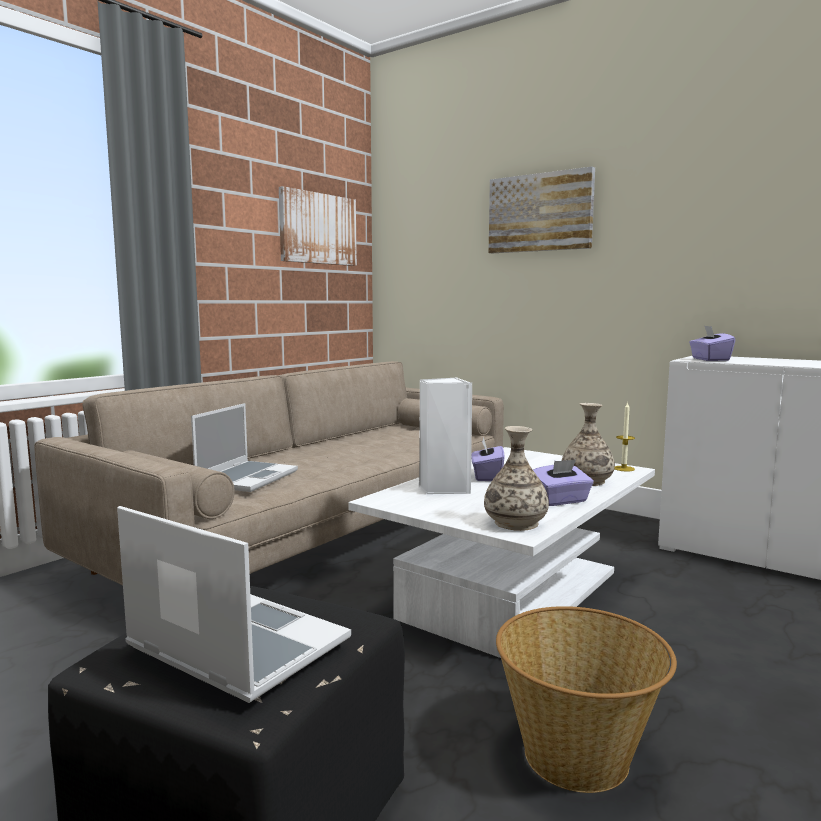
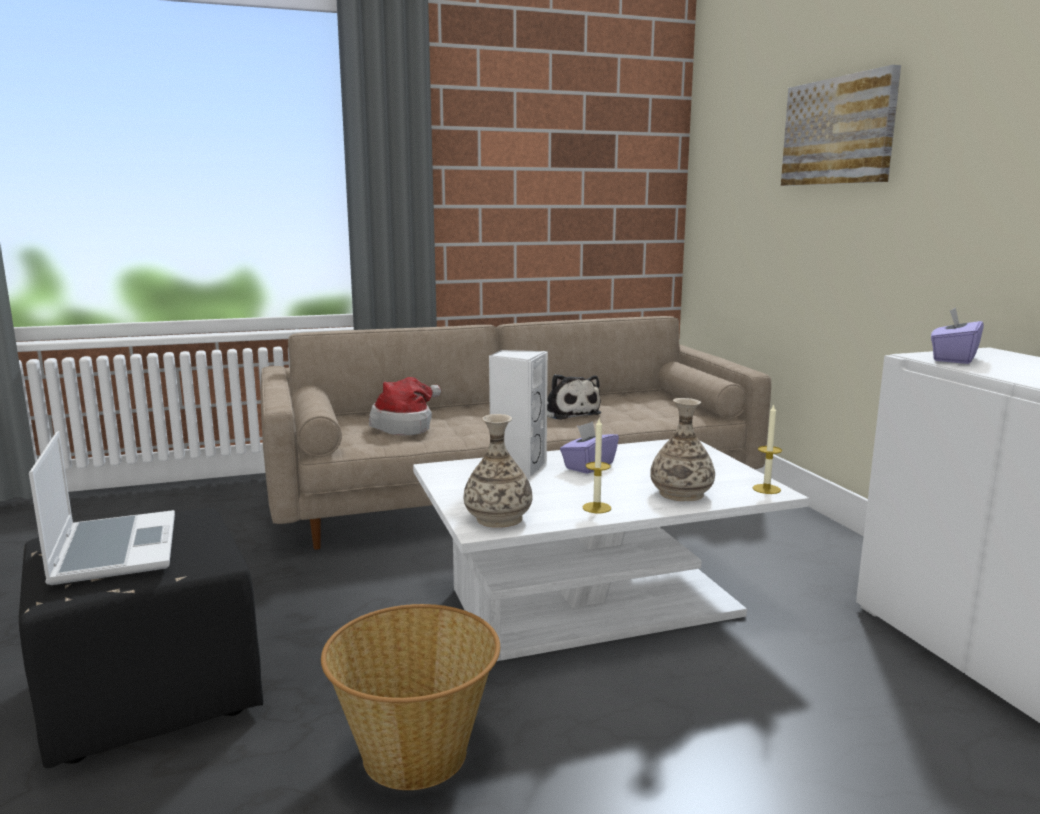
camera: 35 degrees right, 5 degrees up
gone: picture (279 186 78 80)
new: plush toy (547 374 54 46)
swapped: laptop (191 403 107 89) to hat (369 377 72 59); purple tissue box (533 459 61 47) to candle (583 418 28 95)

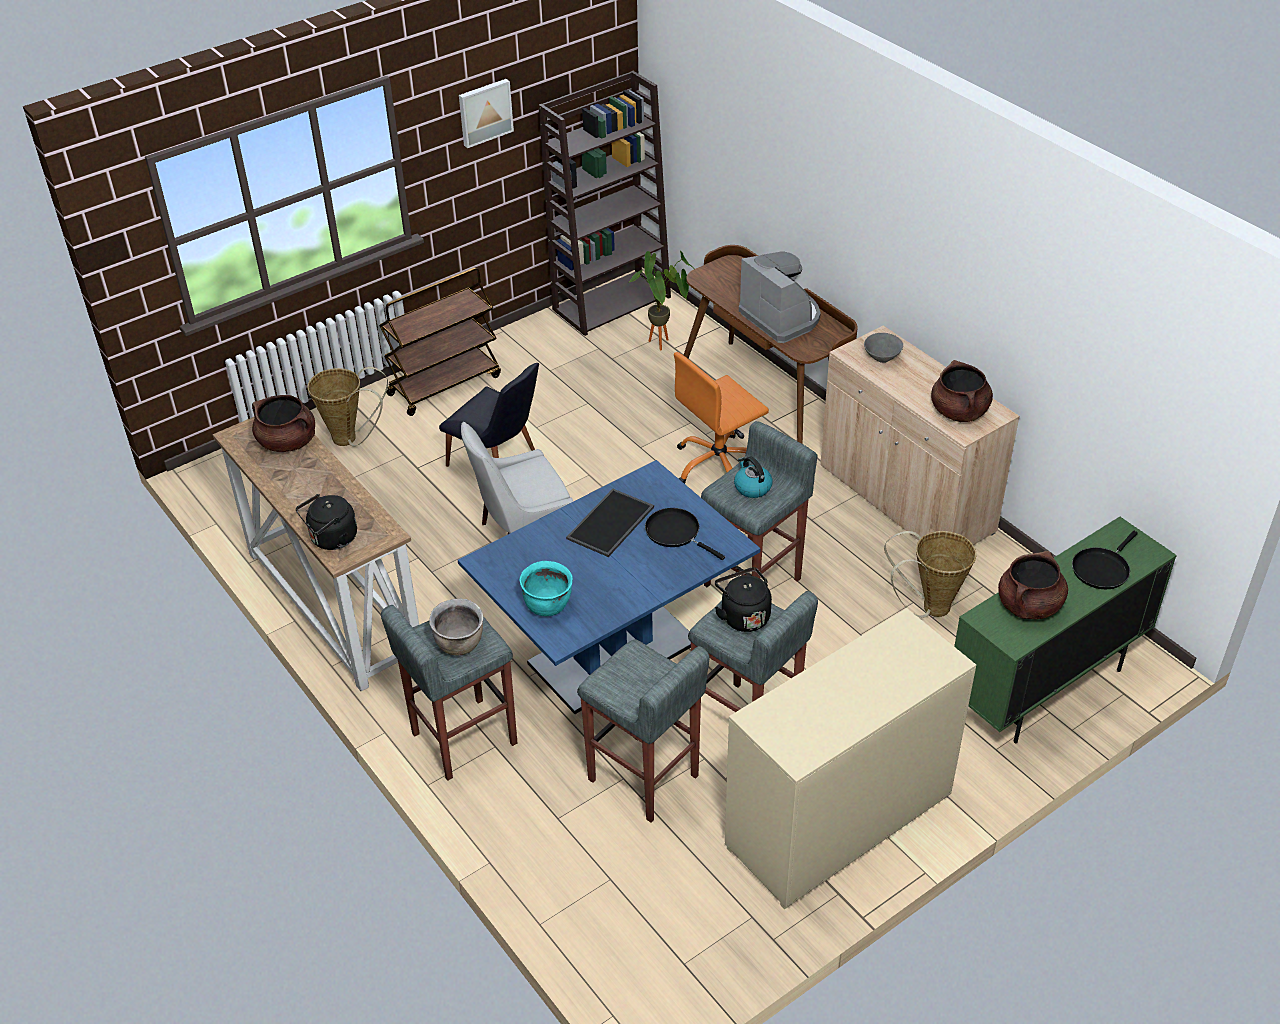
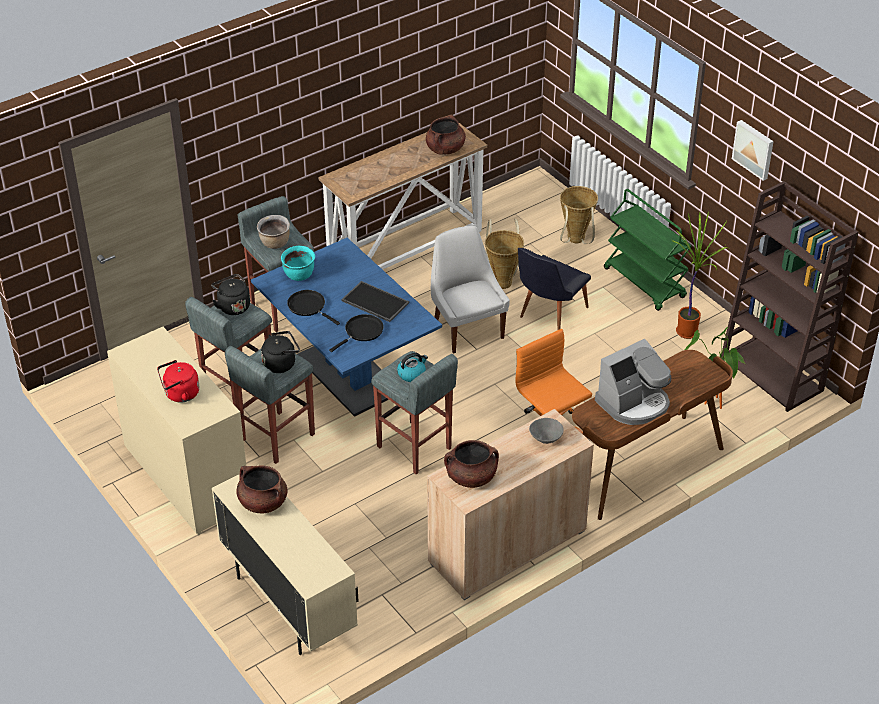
camera: 90 degrees right, 0 degrees up
new: red kettle (157 360 42 42); potted plant (671 211 57 128)
shifted: black kettle (296 494 61 56) to (211 274 39 41); black frying pan (1072 531 66 58) to (287 290 53 35); basket (884 531 92 87) to (485 219 39 70)
repainted: green cabinet (954 517 223 226) to beige cabinet (212 465 146 190); brown cart (379 268 122 148) to green cart (604 189 88 122)

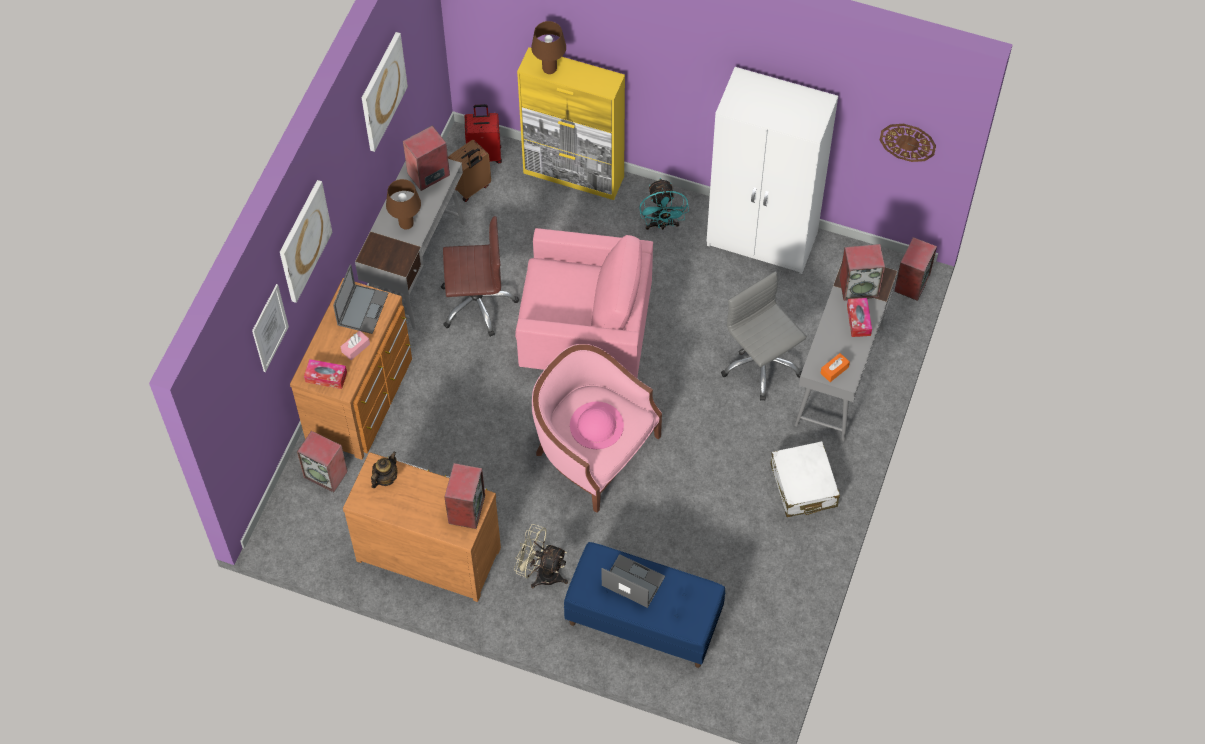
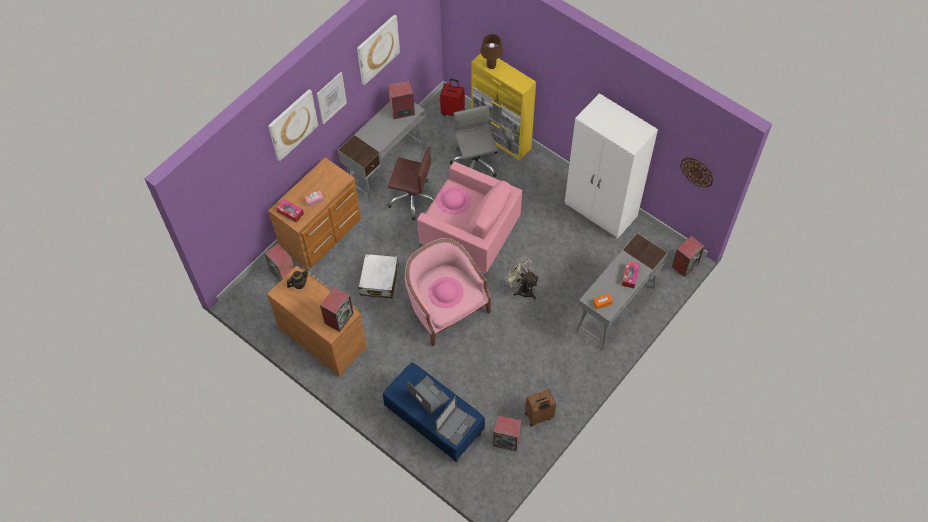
camera: 20 degrees right, 0 degrees up
gone: brown table lamp (386 179 35 50); turquoise fan (639 178 50 52)
new: pink hat (437 186 34 28)
shifted: picture (252 284 37 88) to (317 72 30 53); white suitcase (771 441 69 76) to (359 254 40 44); laptop (333 264 56 70) to (435 396 41 50); grey office chair (721 271 86 130) to (450 105 48 72); speaker (839 244 46 57) to (493 415 28 36); beige fan (514 524 54 65) to (505 256 35 43); brown suitcase (448 139 43 63) to (525 389 31 38)

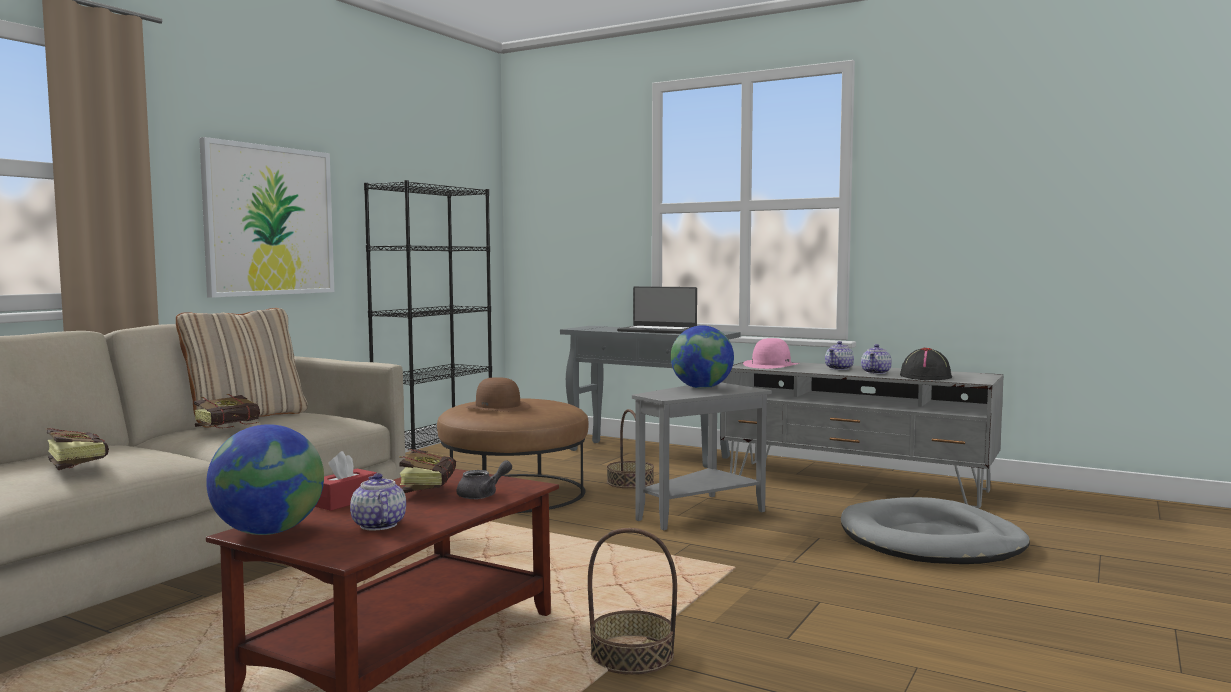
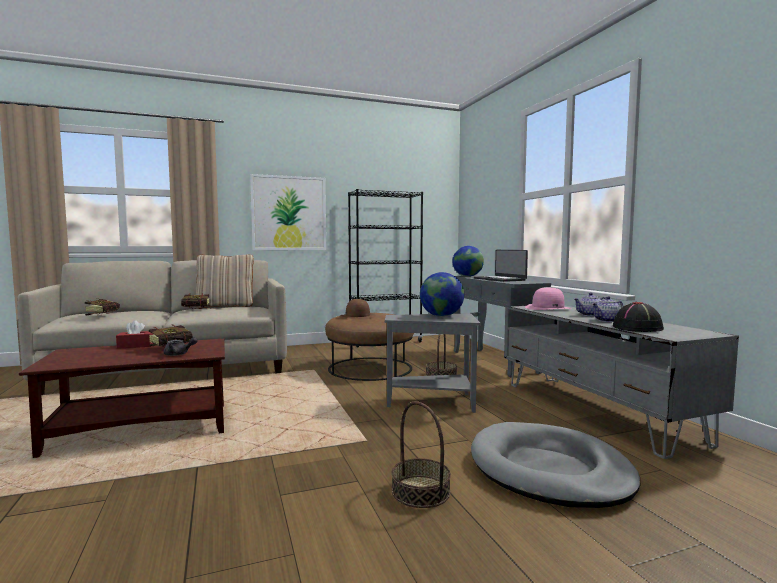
camera: 40 degrees right, 0 degrees up
gone: teapot (350 473 56 58)
shifted: basket (588 528 89 147) to (392 401 59 107); globe (206 424 118 111) to (452 246 32 31)

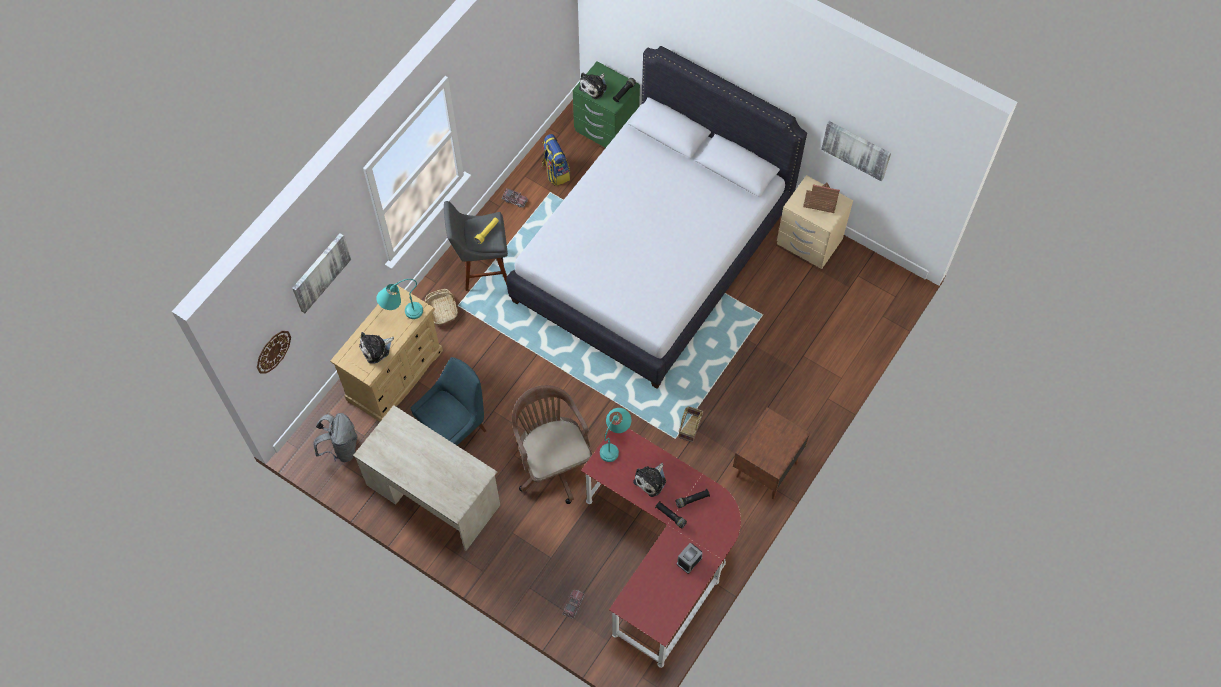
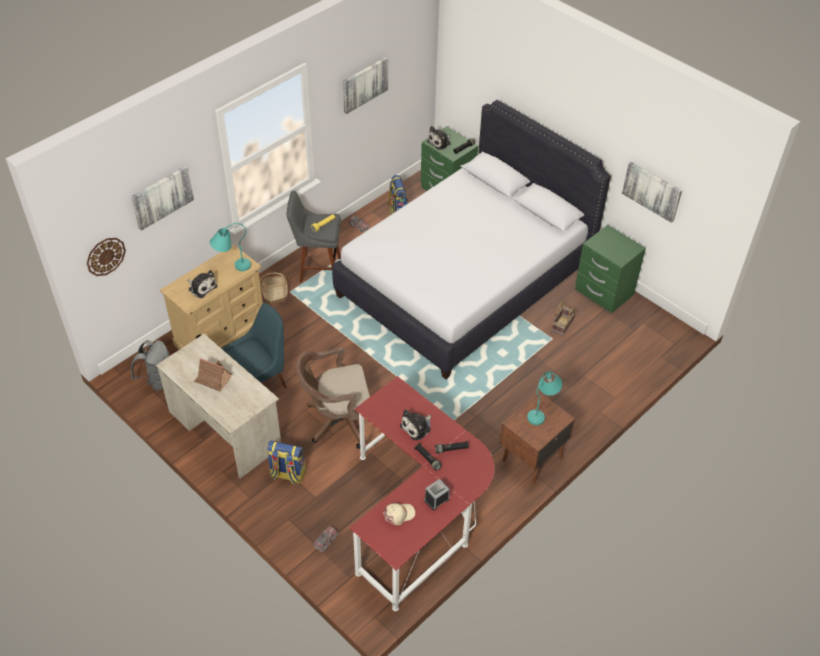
camera: 10 degrees right, 15 degrees down
new: backpack (267 440 39 44); picture (343 57 45 57); beige cap (383 503 32 22)
shifted: toy house (803 183 37 30) to (194 358 39 34); turquoise table lamp (600 408 31 54) to (527 372 35 53); basket (679 406 24 36) to (552 302 24 33)
repainted: beige nightstand (777 175 76 94) to green nightstand (575 225 71 88)
rotated: plush toy (359 332 35 31) = (187 270 30 28) 120 degrees counterclockwise; brown office chair (512 385 81 119) = (296 347 74 102) 90 degrees counterclockwise

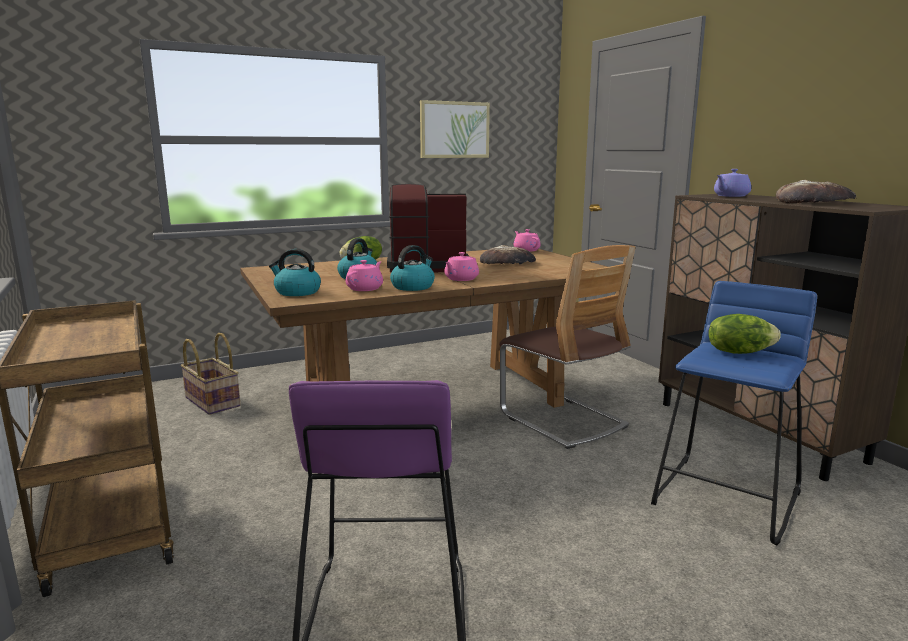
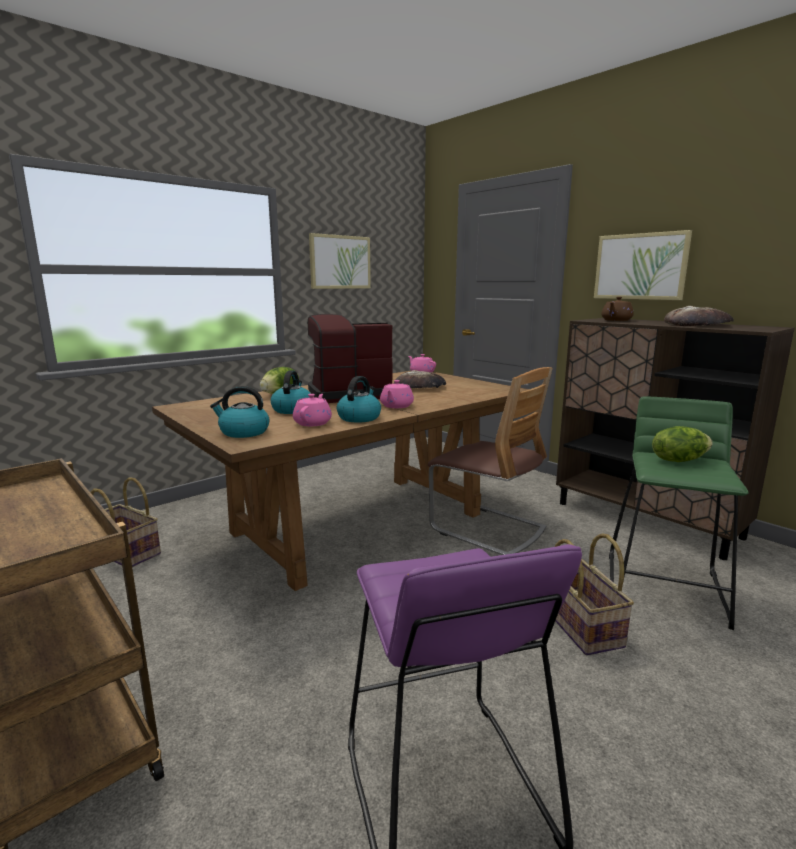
camera: 15 degrees left, 0 degrees up
new: basket (555 533 79 122); picture (594 230 98 70)
repainted: purple teapot (714 169 37 28) to brown teapot (601 297 33 24); blue stool (651 281 166 264) to green stool (609 396 140 234)

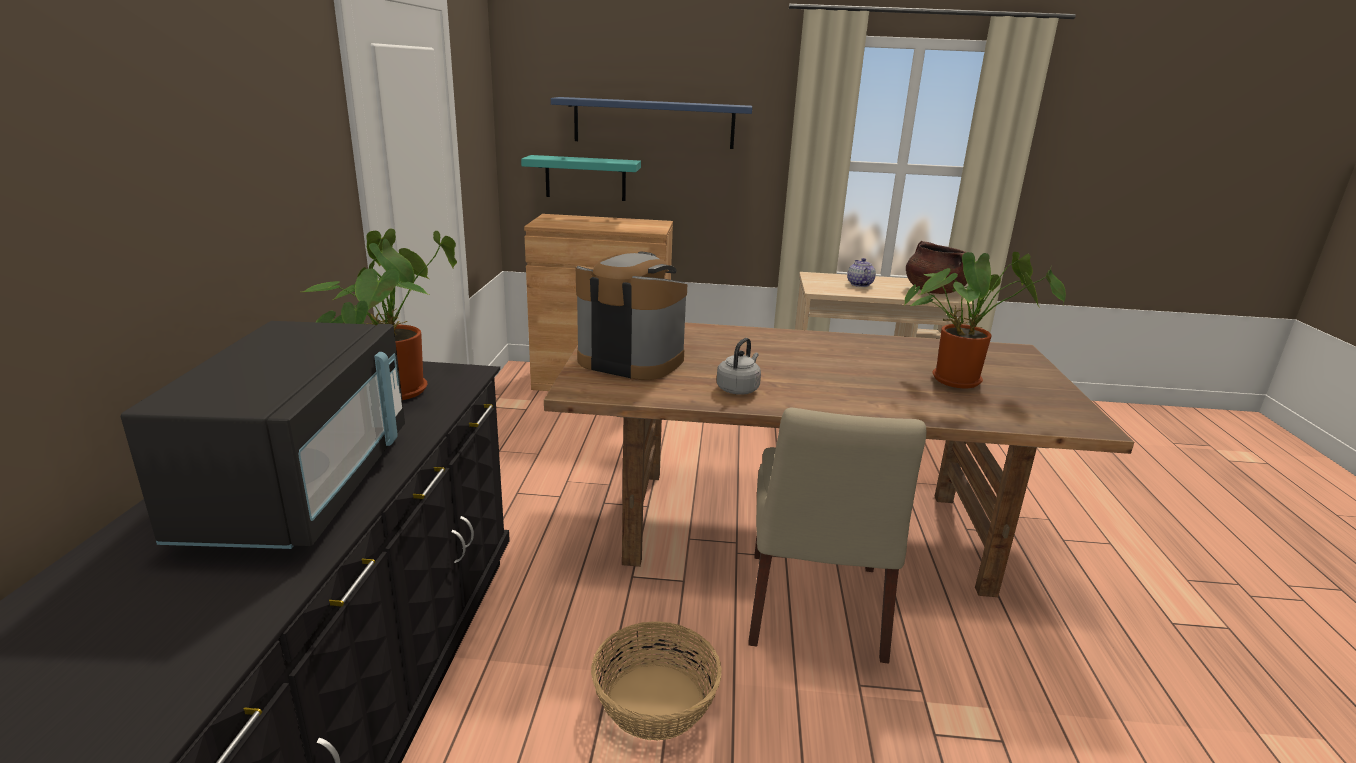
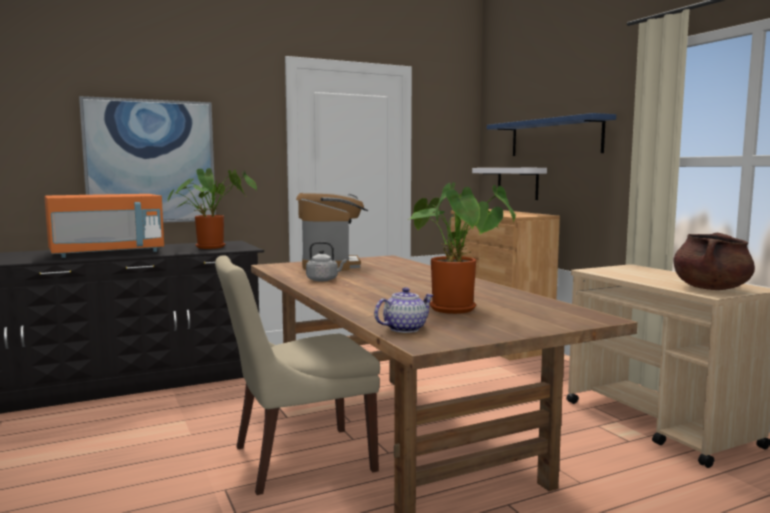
camera: 60 degrees right, 15 degrees down
gone: basket (591 621 131 120)
new: picture (79 96 137 127)
shifted: teapot (847 258 29 29) to (374 287 60 46)
repainted: black microwave (121 321 284 228) to orange microwave (44 194 120 64); turquoise shelf (521 155 120 46) to white shelf (472 168 75 32)

